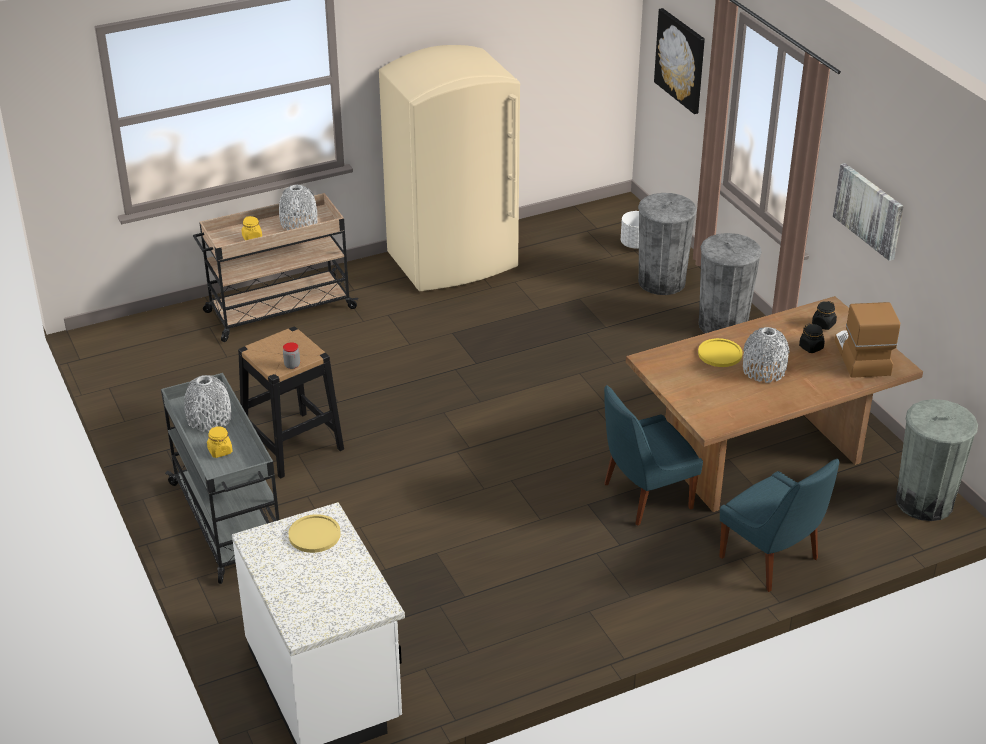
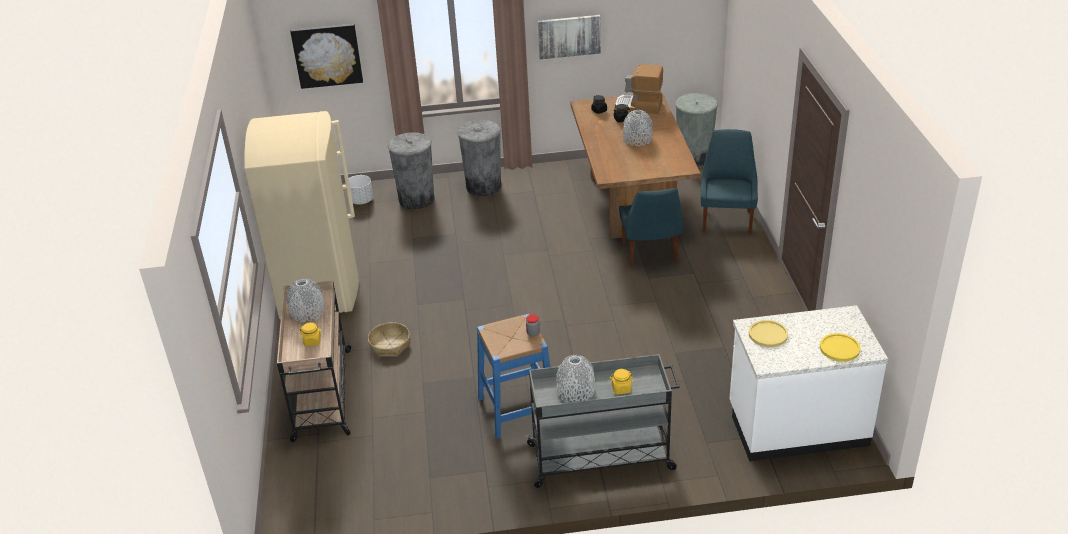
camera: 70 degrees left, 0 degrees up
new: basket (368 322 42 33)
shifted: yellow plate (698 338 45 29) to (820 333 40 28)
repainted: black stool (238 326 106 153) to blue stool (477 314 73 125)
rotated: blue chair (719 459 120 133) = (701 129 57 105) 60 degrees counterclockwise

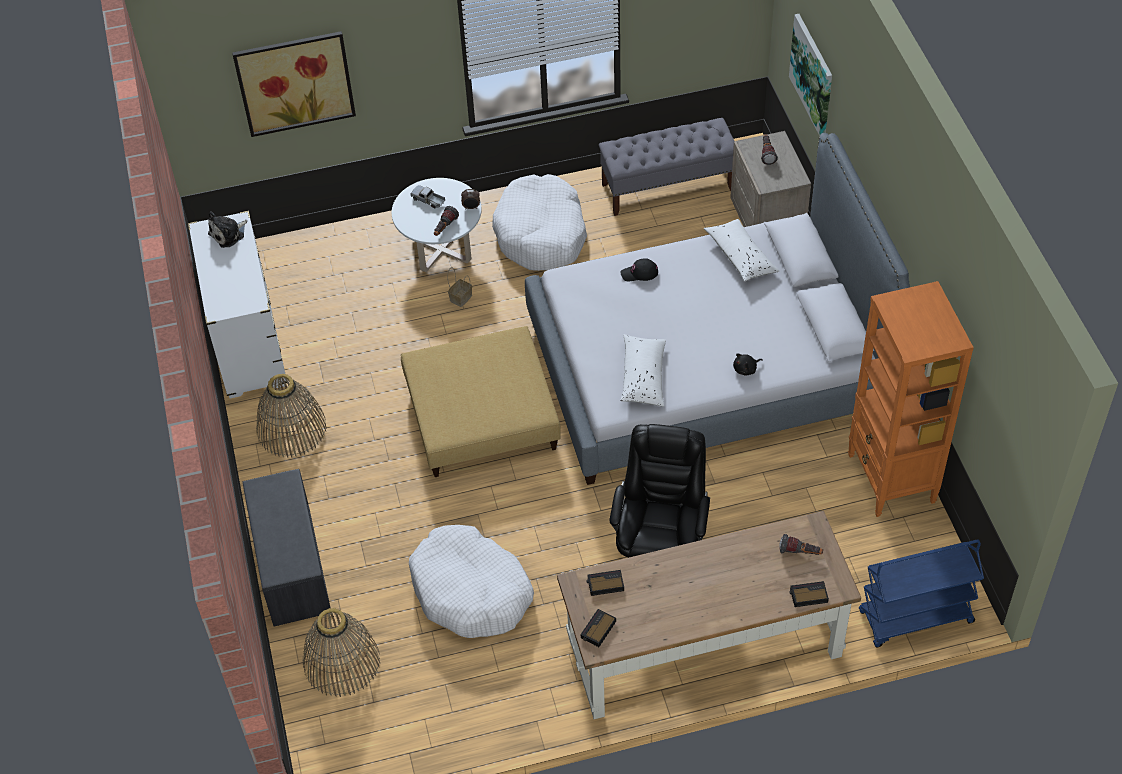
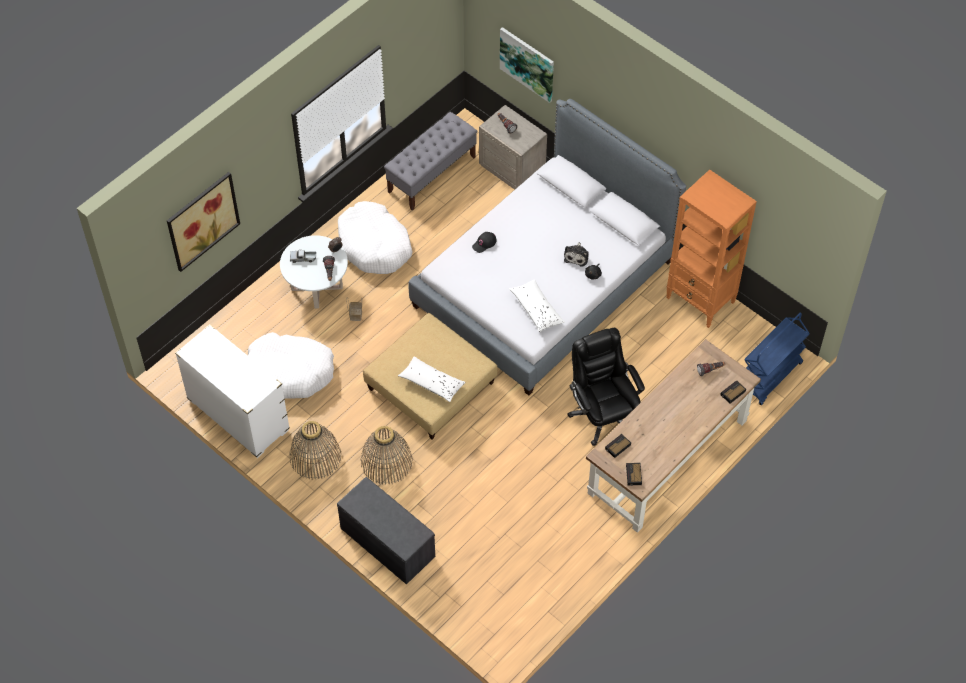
camera: 35 degrees left, 5 degrees up
shifted: white dog bed (409 525 125 113) to (248 332 86 67); basket (303 608 77 89) to (361 426 52 59); white pillow (704 219 75 62) to (398 357 68 45); plush toy (208 211 39 37) to (564 242 25 25)

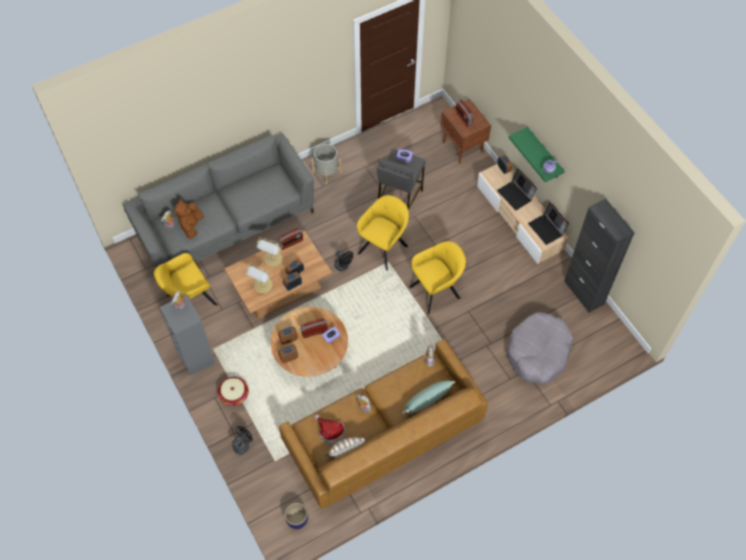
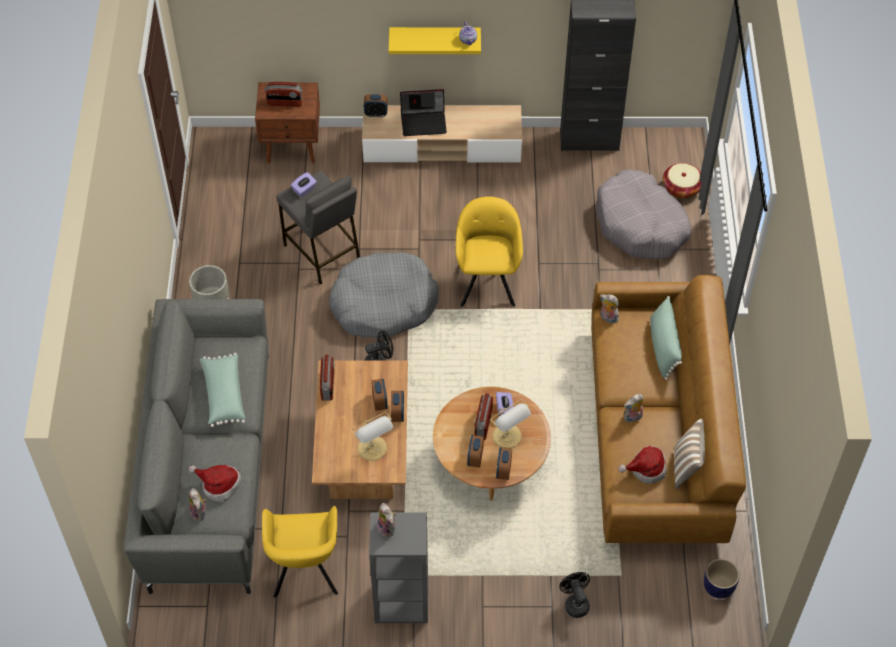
camera: 60 degrees left, 5 degrees down
gone: laptop (528 202 41 43)
new: green pillow (200 353 45 74)
shifted: table lamp (257 237 26 29) to (490 399 41 49); basket (218 377 31 29) to (663 163 38 35)
swapped: brown plush toy (174 199 30 39) to hat (189 465 52 37); yellow armchair (357 195 52 76) to grey dog bed (329 252 110 86)
repainted: green shelf (509 127 56 55) to yellow shelf (389 27 92 27)

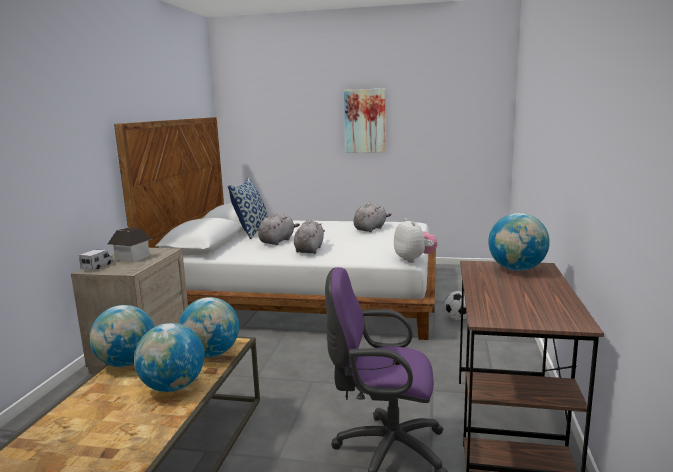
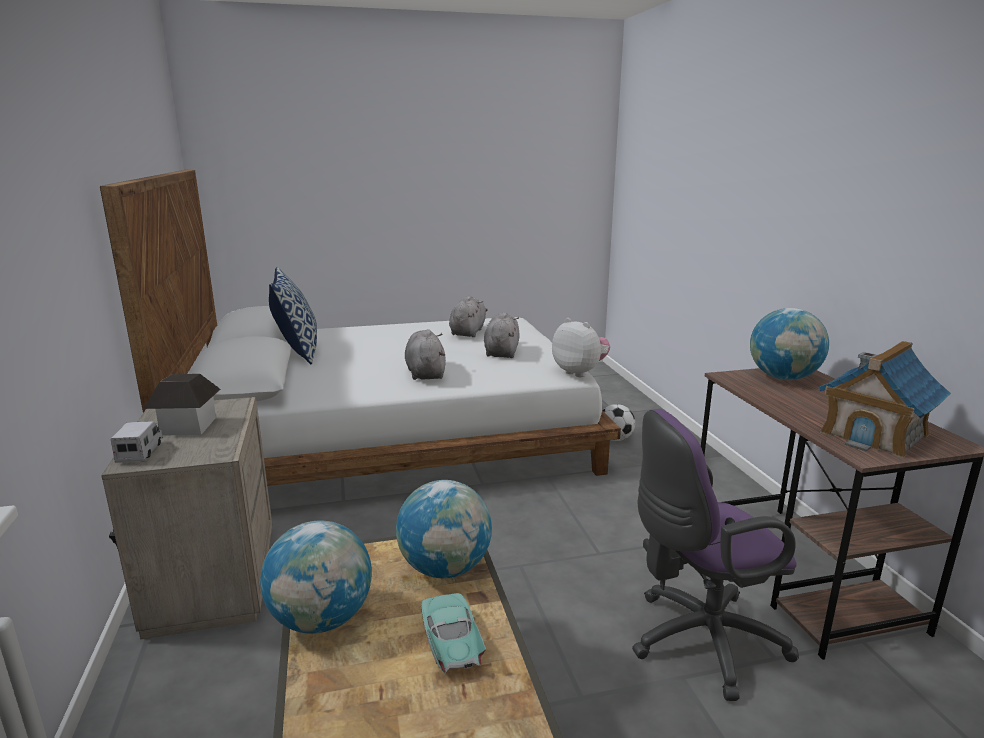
camera: 25 degrees left, 5 degrees up
gone: picture (344 88 42 65)
new: toy house (818 341 133 117)
shifted: grey plush toy (258 213 42 32) to (484 312 36 46)
swapped: globe (134 323 70 69) to turquoise toy car (421 593 65 80)

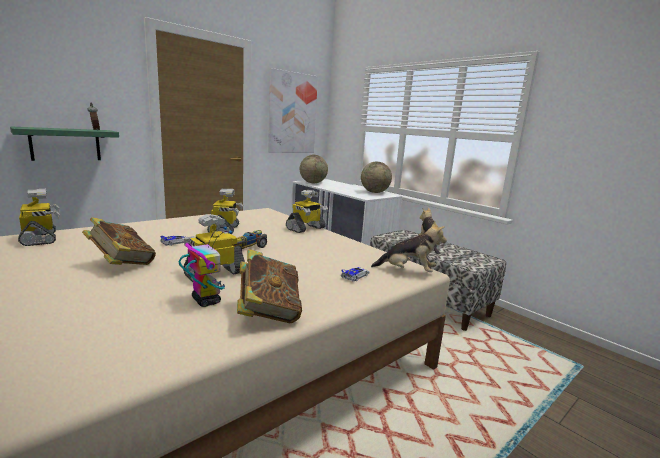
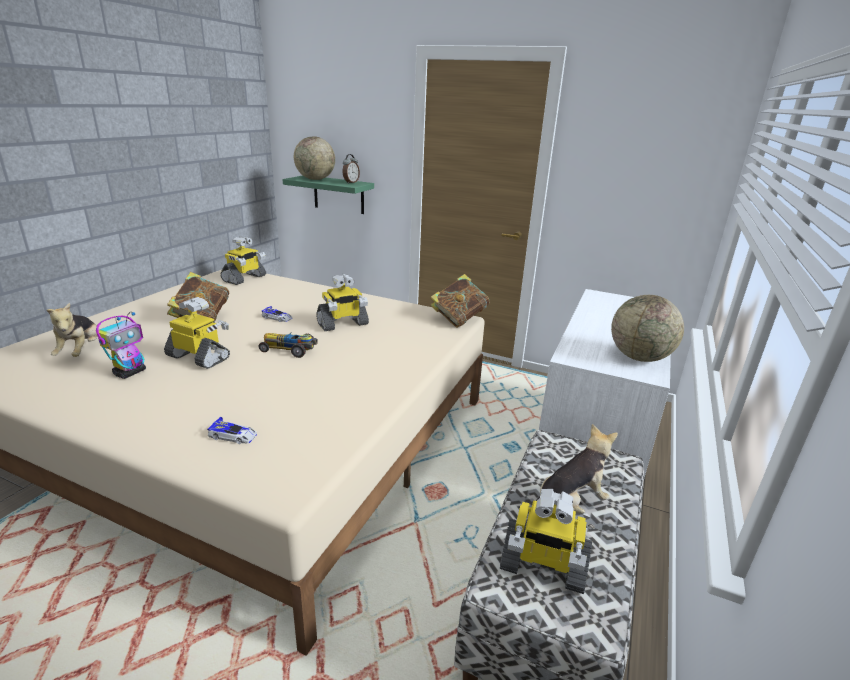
camera: 65 degrees right, 10 degrees up
gone: picture (268 68 50 85)
shifted: plush toy (371 221 76 51) to (46 303 54 54); globe (300 155 28 28) to (294 136 41 44); book (237 249 65 74) to (431 274 59 54); toy robot (286 190 42 43) to (500 489 92 105)

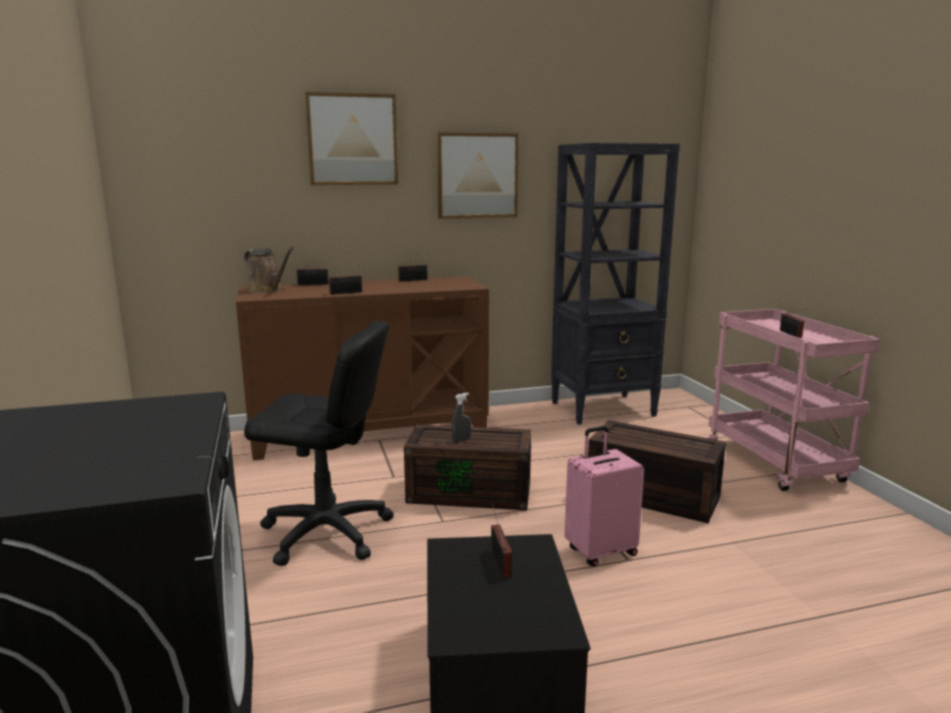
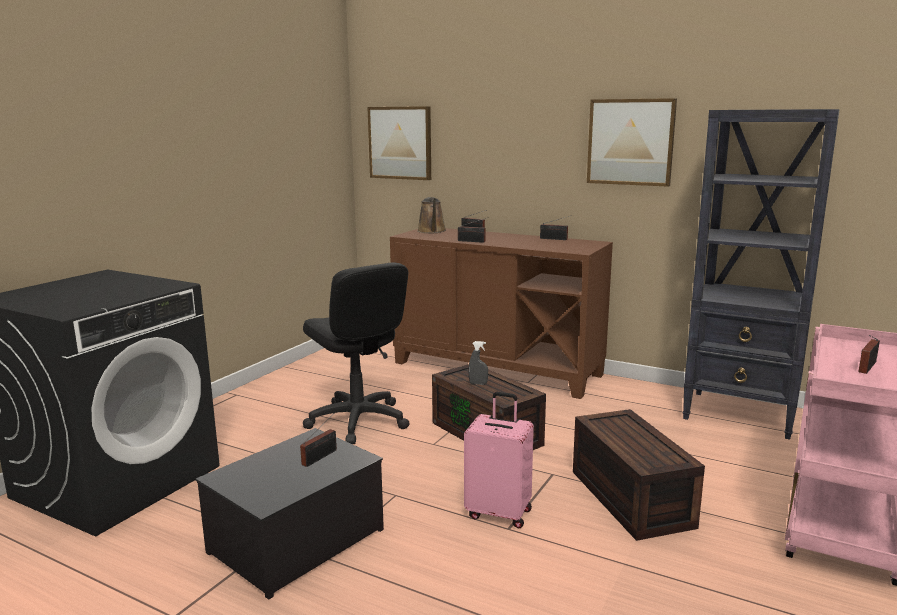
camera: 45 degrees right, 0 degrees up
shifted: picture (305 92 93 93) to (367 106 64 74)

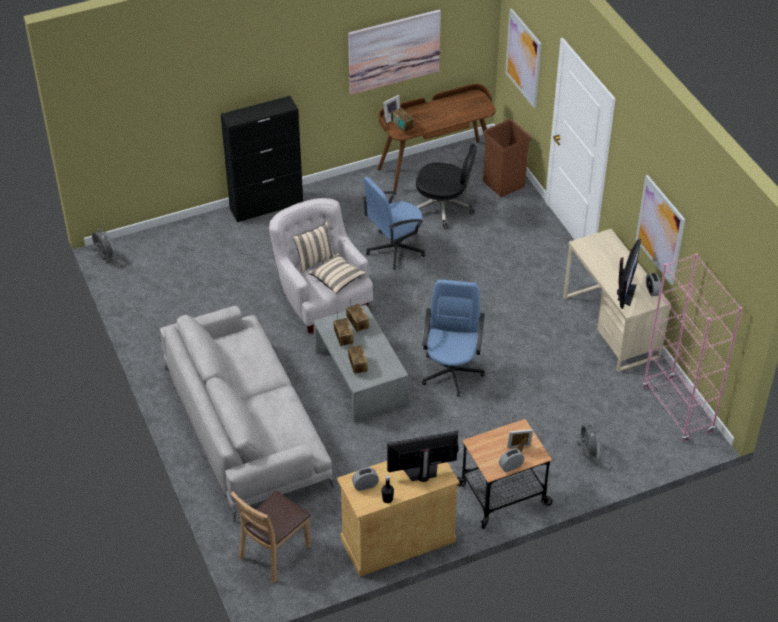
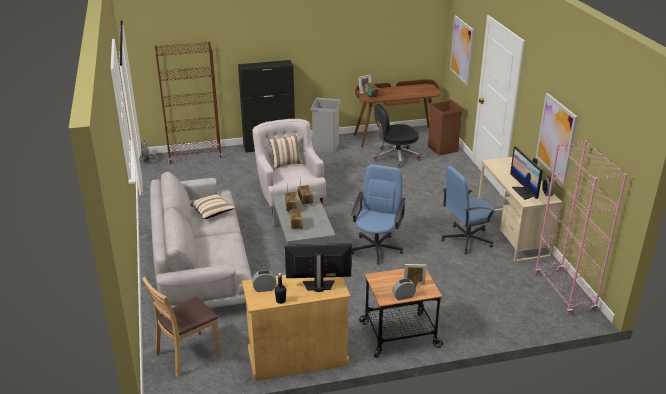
camera: 10 degrees right, 15 degrees down
gone: picture (348 10 93 85); grey fan (577 422 23 38)
new: brown bookcase (155 42 67 121); grey trash can (311 98 30 55)
shifted: beige pillow (308 253 58 41) to (190 193 45 26); blue office chair (362 177 63 93) to (441 166 55 88)
rotated: black office chair (416 144 61 85) = (374 104 47 64) 135 degrees clockwise; monitor (617 239 24 70) = (510 146 33 54) 135 degrees clockwise

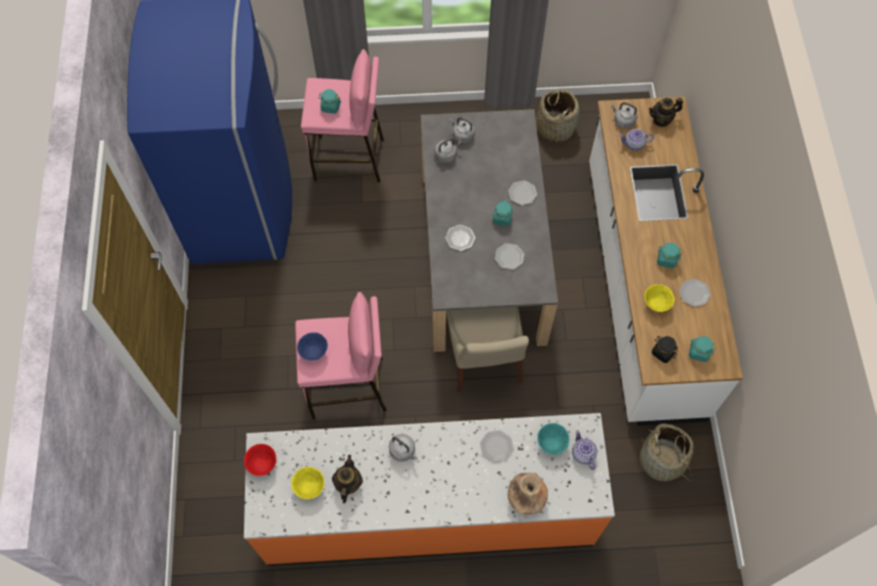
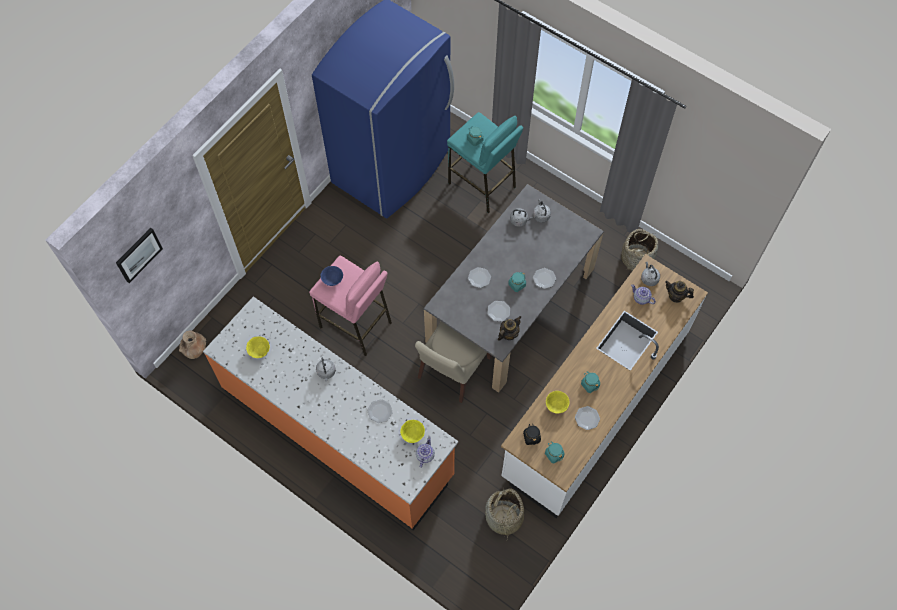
camera: 40 degrees right, 0 degrees up
gone: red bowl (244 444 32 32)
new: picture (116 228 47 55)
shifted: brown vase (508 473 40 42) to (179 331 27 28); teapot (332 455 31 48) to (498 316 23 25)
repainted: turquoise bowl (537 423 32 32) to yellow bowl (400 420 25 23); pink stool (301 49 83 134) to turquoise stool (447 112 76 102)

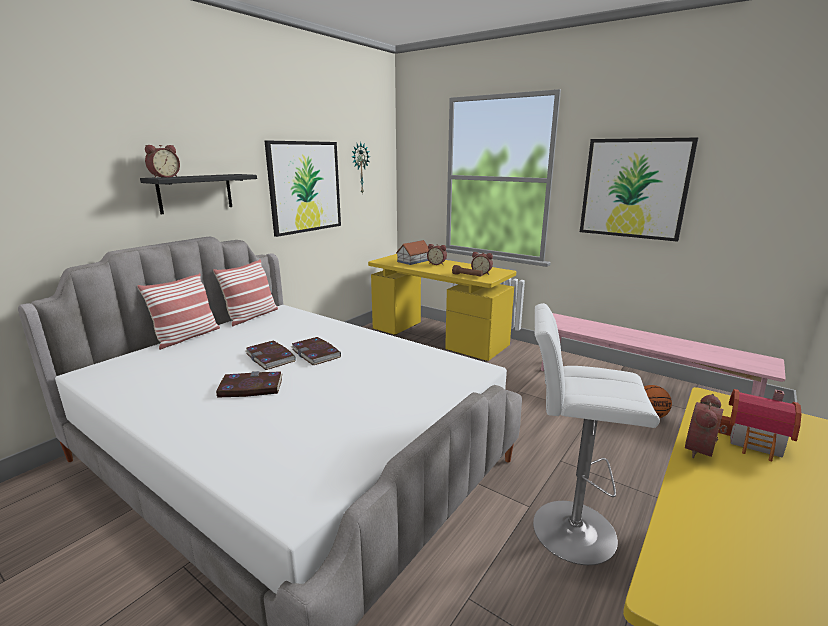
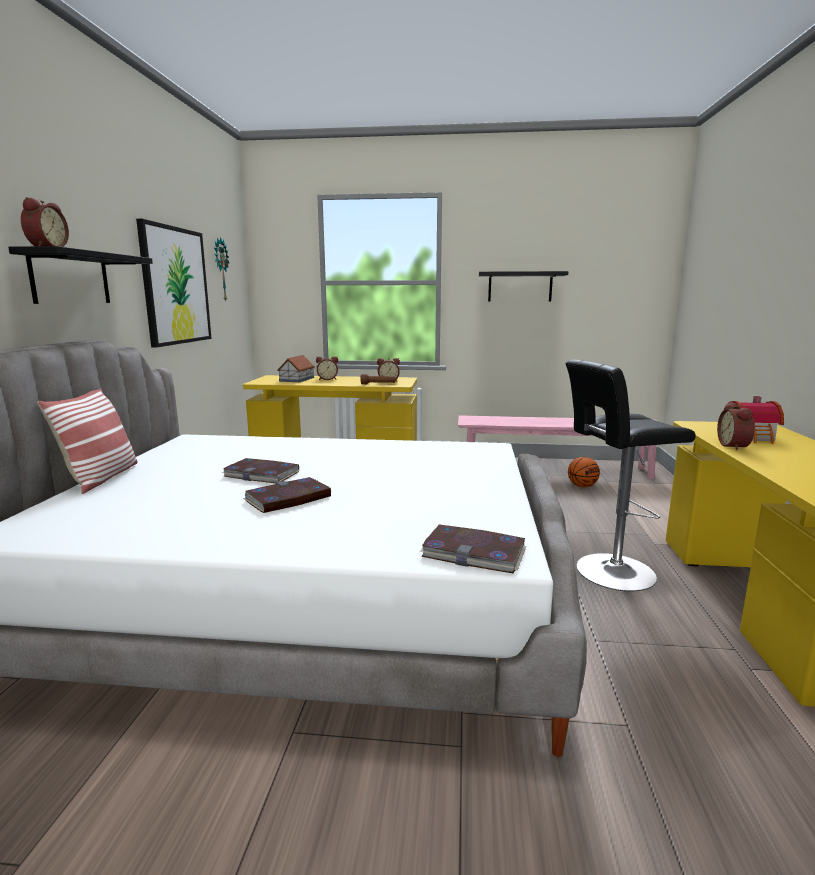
camera: 30 degrees left, 5 degrees down
gone: pillow (213 259 65 67)
shifted: book (291 337 50 28) to (420 525 106 48)
swapped: picture (580 137 118 105) to black shelf (479 271 89 30)
repainted: white stool (533 303 127 262) to black stool (565 359 131 232)

